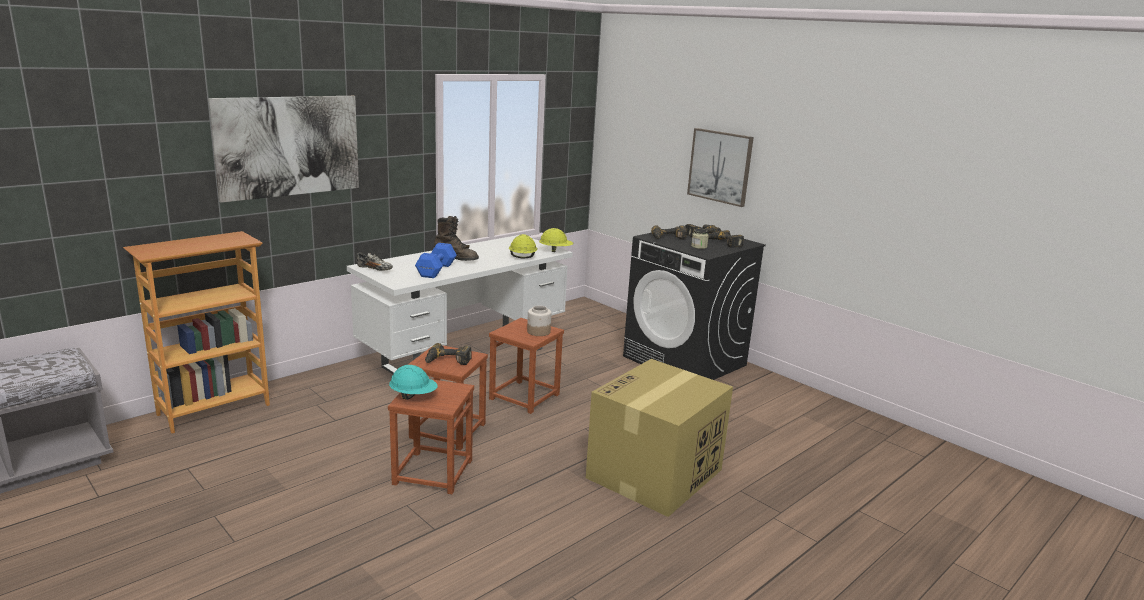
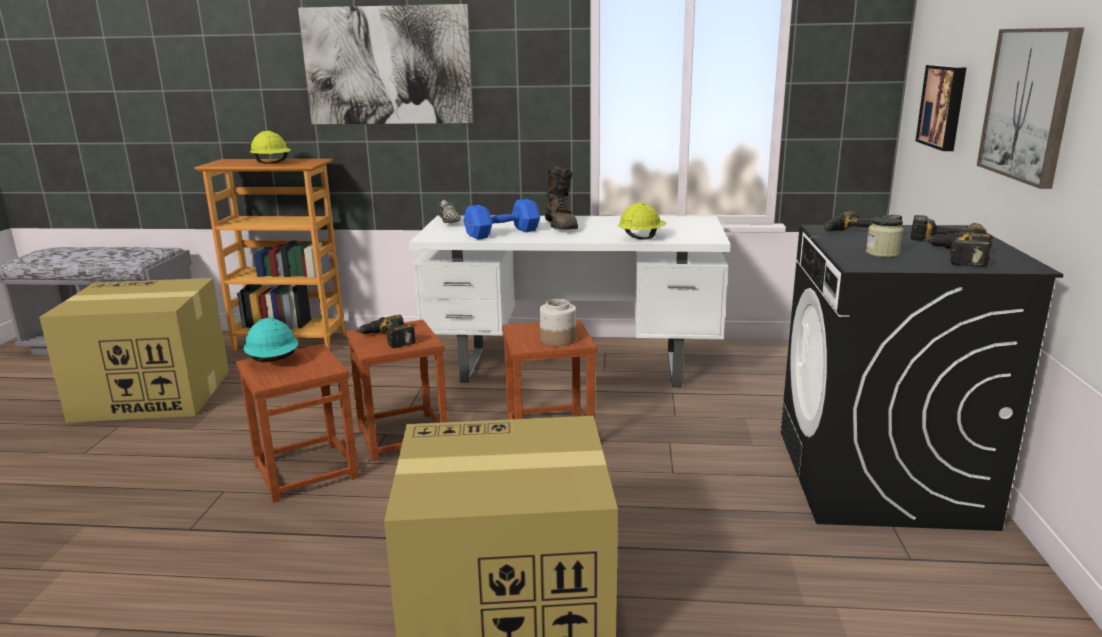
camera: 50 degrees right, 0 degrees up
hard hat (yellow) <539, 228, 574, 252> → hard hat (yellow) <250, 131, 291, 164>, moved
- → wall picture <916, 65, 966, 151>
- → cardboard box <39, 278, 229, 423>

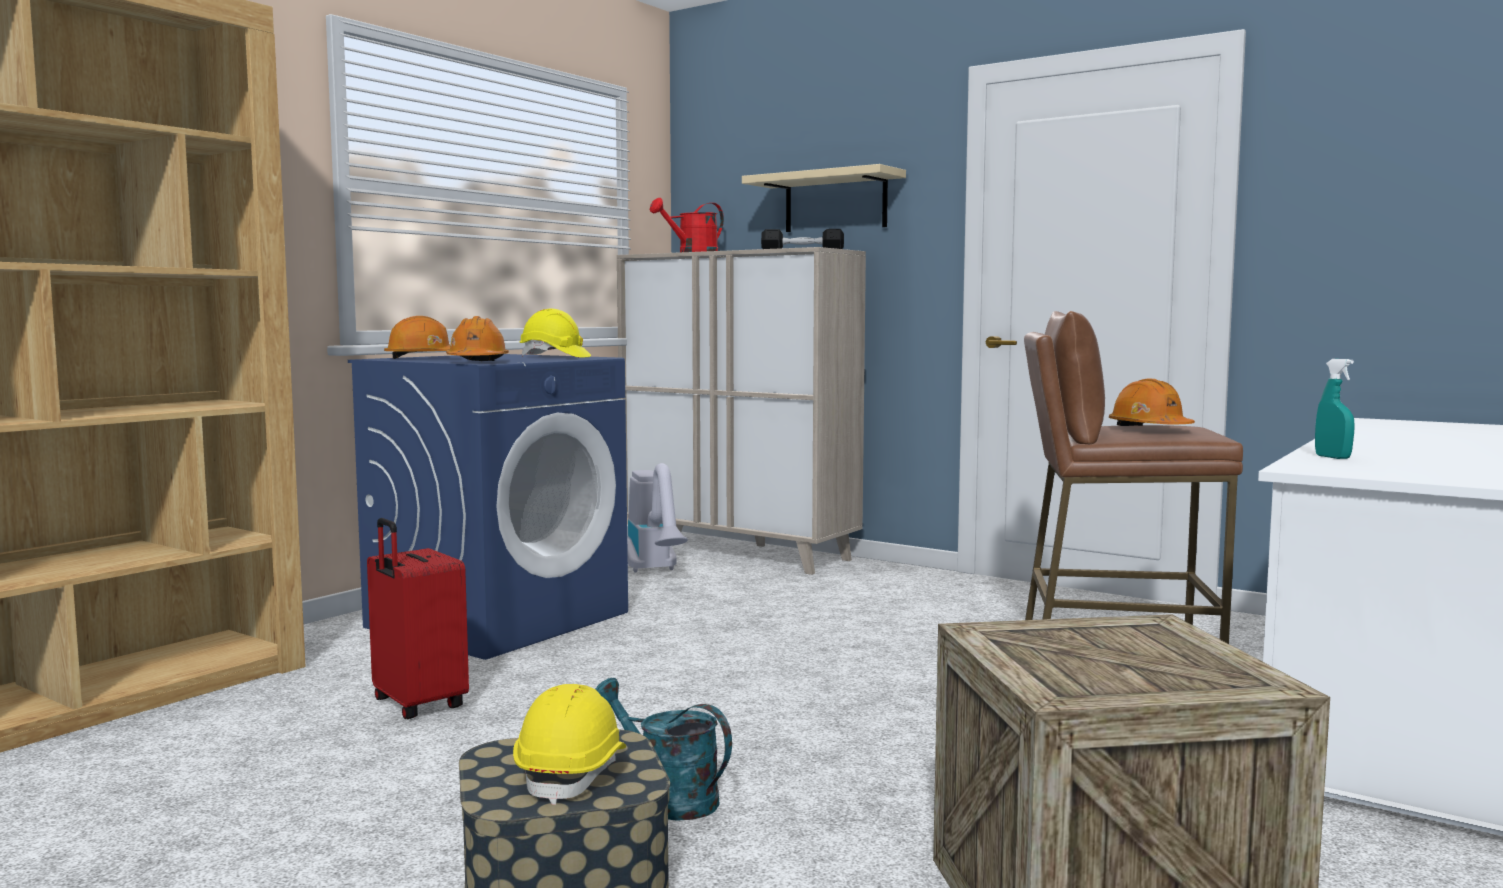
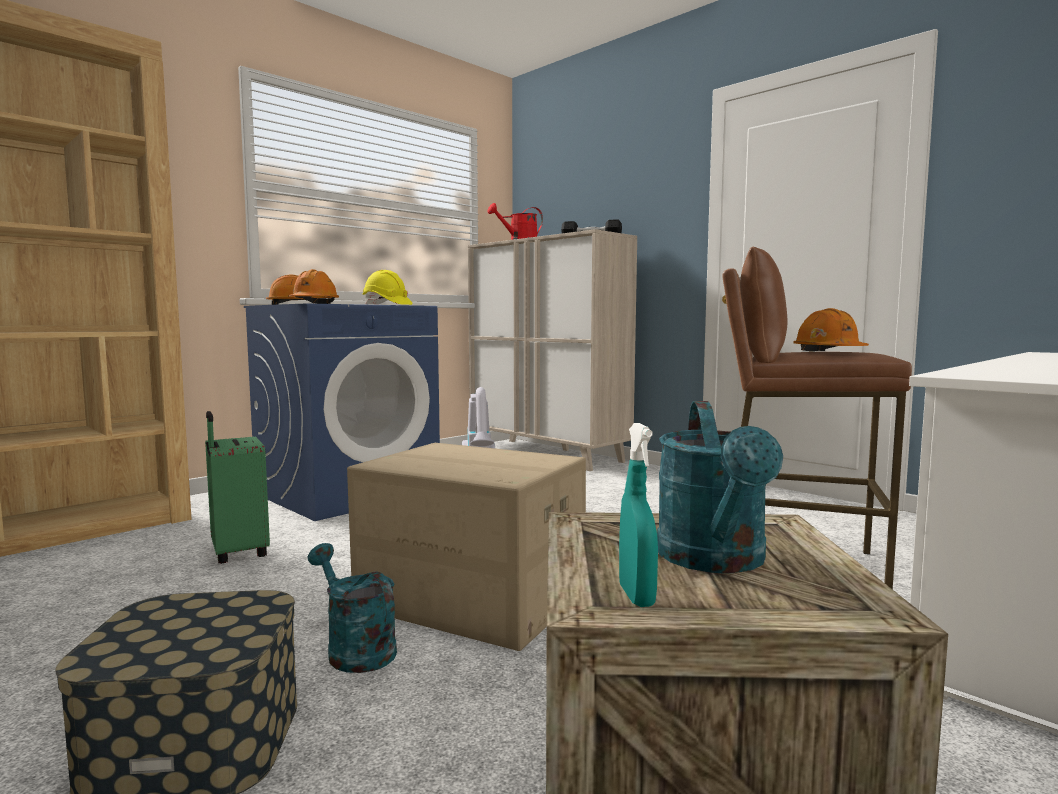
camera: 10 degrees right, 0 degrees up
bracket shelf (sand-coloured) <742, 164, 906, 232> → -
hand sprayer (turquoise) <1315, 359, 1355, 459> → hand sprayer (turquoise) <619, 423, 658, 607>, moved
travel case (red-coloured) <367, 518, 469, 719> → travel case (green-coloured) <205, 411, 270, 564>
hard hat (yellow) <513, 684, 626, 805> → -
- → watering can (turquoise) <657, 401, 783, 573>
- → cardboard box <347, 443, 586, 651>

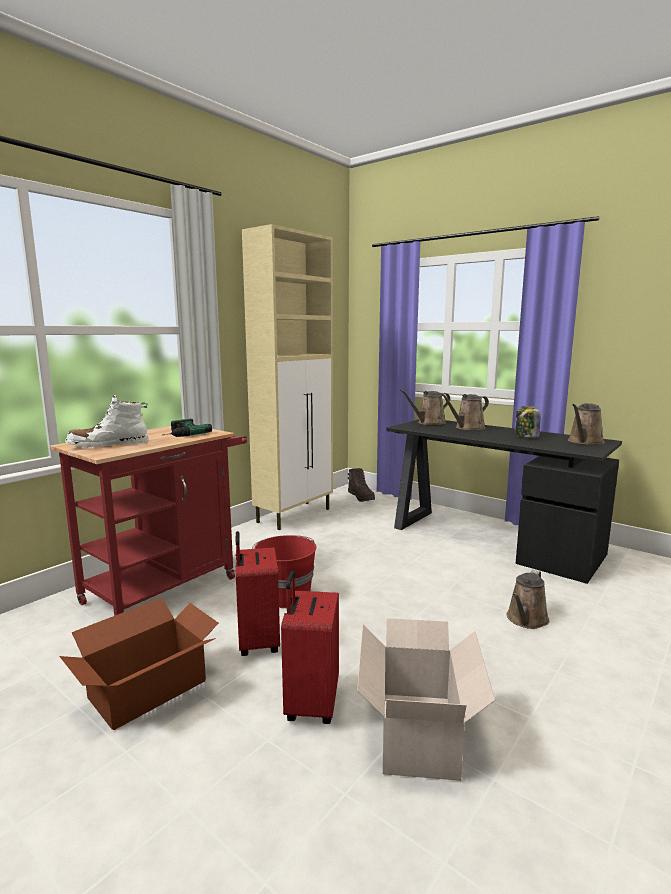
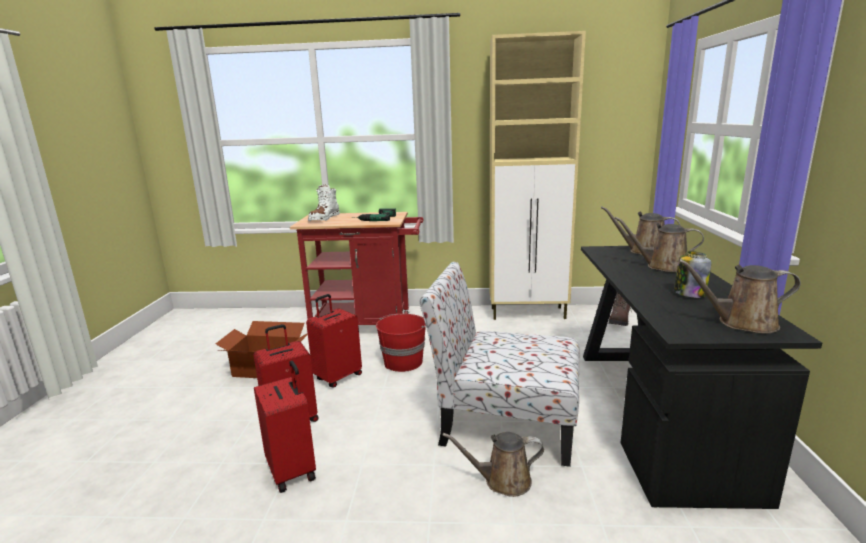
camera: 55 degrees right, 5 degrees up
boot (whitish) <65, 394, 149, 448> → boot (whitish) <308, 185, 340, 221>, 105 degrees counterclockwise
cardboard box <357, 618, 495, 781> → travel case (red-coloured) <254, 360, 316, 493>
- → upright chair <420, 262, 580, 467>

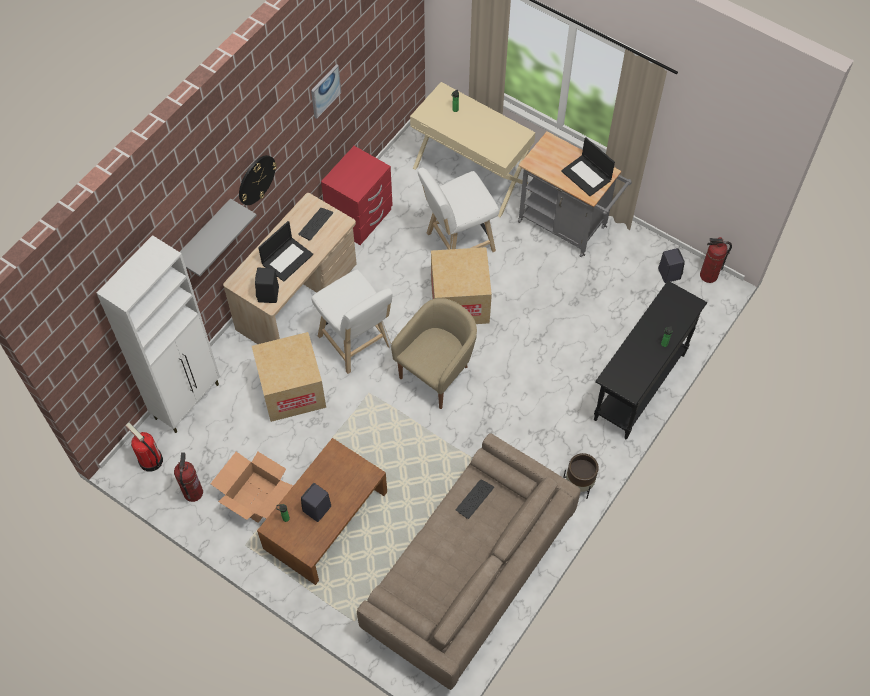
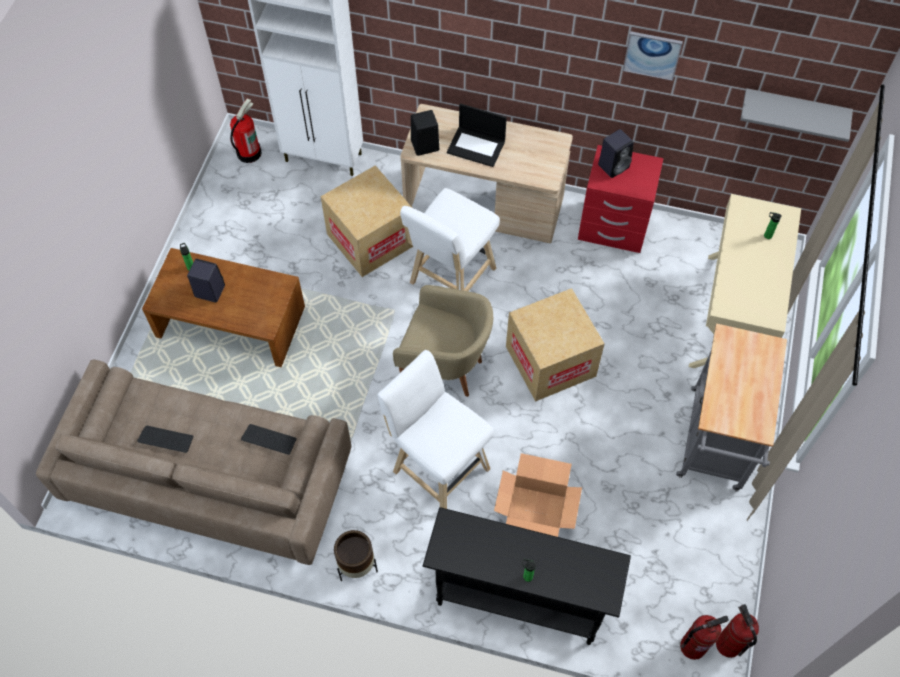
camera: 70 degrees right, 0 degrees up
notebook computer <561, 137, 615, 196> → -
hanging clock <239, 155, 277, 205> → -
sitting stool (whitish) <418, 168, 499, 252> → sitting stool (whitish) <377, 350, 494, 509>, moved
bracket shelf (greyish) <180, 198, 257, 277> → bracket shelf (greyish) <740, 88, 853, 142>, moved
keyboard <298, 208, 333, 241> → keyboard <137, 426, 194, 453>, moved
audio speaker (black-coloured) <658, 248, 685, 283> → audio speaker (black-coloured) <598, 129, 634, 178>, moved
fire extinguisher <174, 452, 203, 502> → fire extinguisher <680, 615, 729, 660>, moved
cardboard box <210, 452, 293, 523> → cardboard box <494, 453, 582, 537>, moved

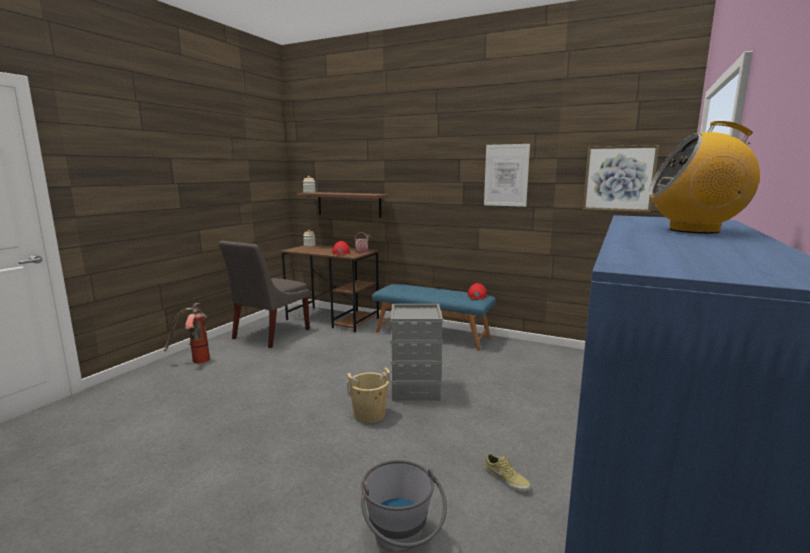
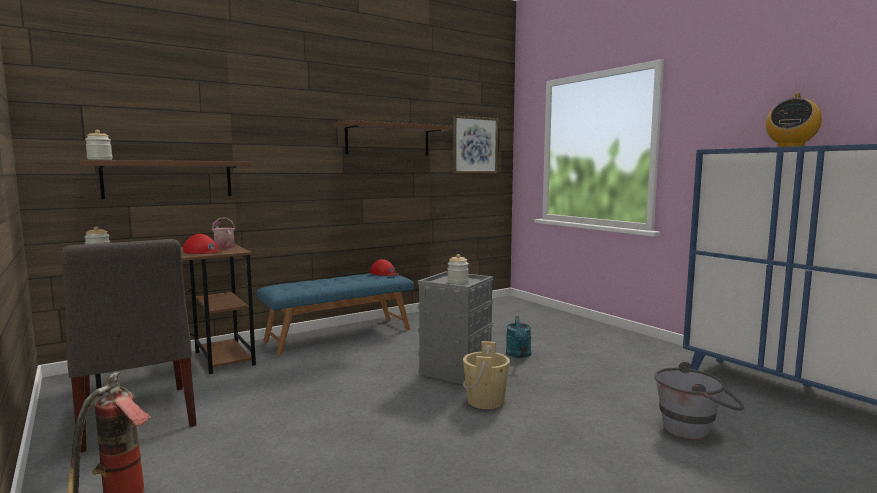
camera: 60 degrees left, 5 degrees down
wall picture <484, 144, 530, 207> → bracket shelf (brown-coloured) <334, 120, 453, 155>
item of footwear (sand-coloured) <484, 453, 531, 492> → -
- → storage jar <448, 254, 469, 284>
- → watering can (turquoise) <506, 316, 531, 358>

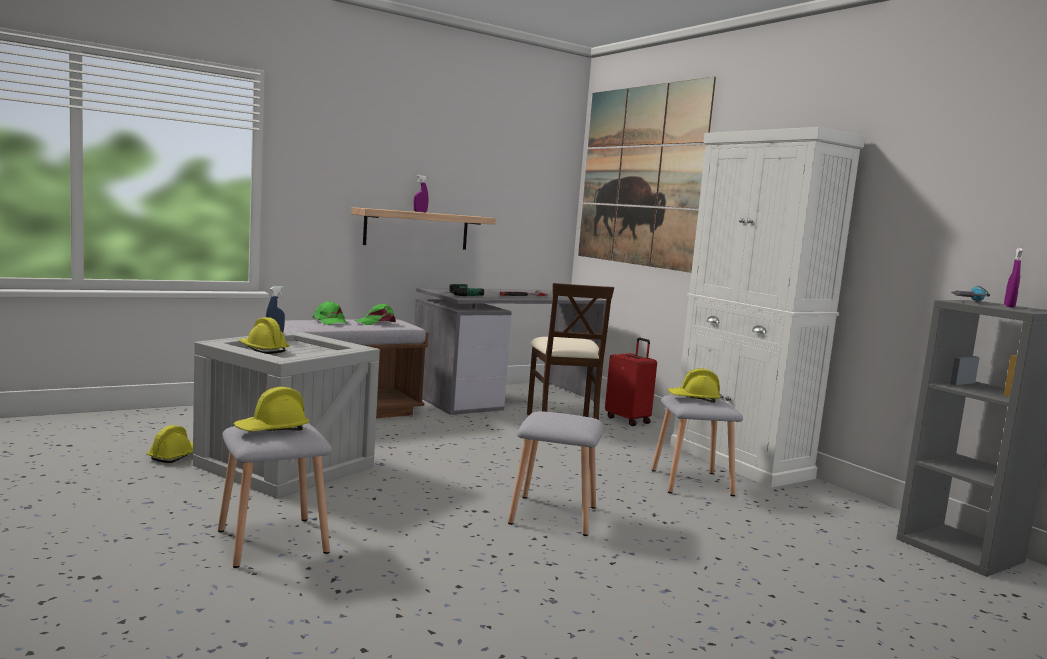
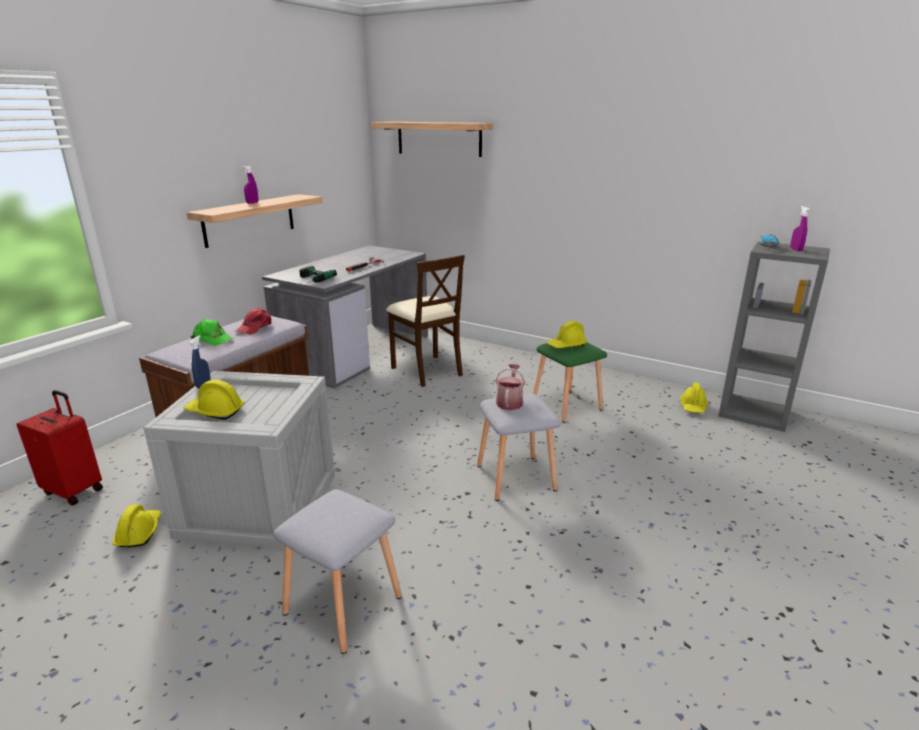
camera: 25 degrees left, 15 degrees up
wall picture <578, 77, 716, 273> → bracket shelf <371, 122, 493, 157>
cupboard (whitish) <670, 127, 865, 488> → -
baseball cap (green-coloured) <355, 304, 396, 325> → baseball cap (red-coloured) <235, 308, 272, 335>
travel case (red-coloured) <605, 338, 657, 426> → travel case (red-coloured) <17, 390, 103, 506>, moved
hard hat (yellow) <234, 387, 309, 431> → hard hat (yellow) <680, 383, 708, 413>, moved
sitting stool (greyish) <651, 395, 743, 496> → sitting stool (green-coloured) <533, 343, 607, 423>
- → watering can <495, 364, 525, 410>

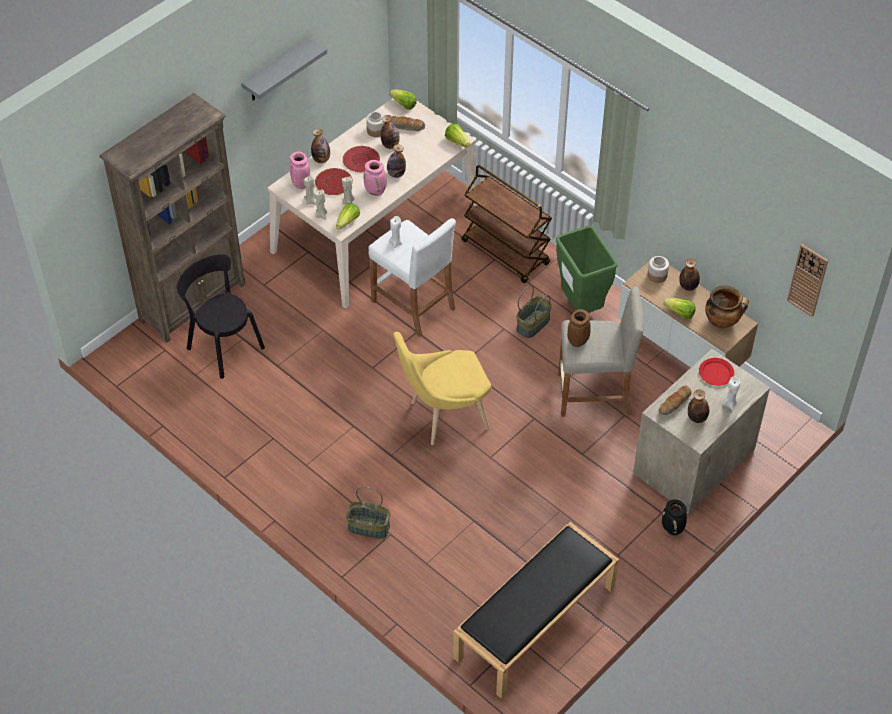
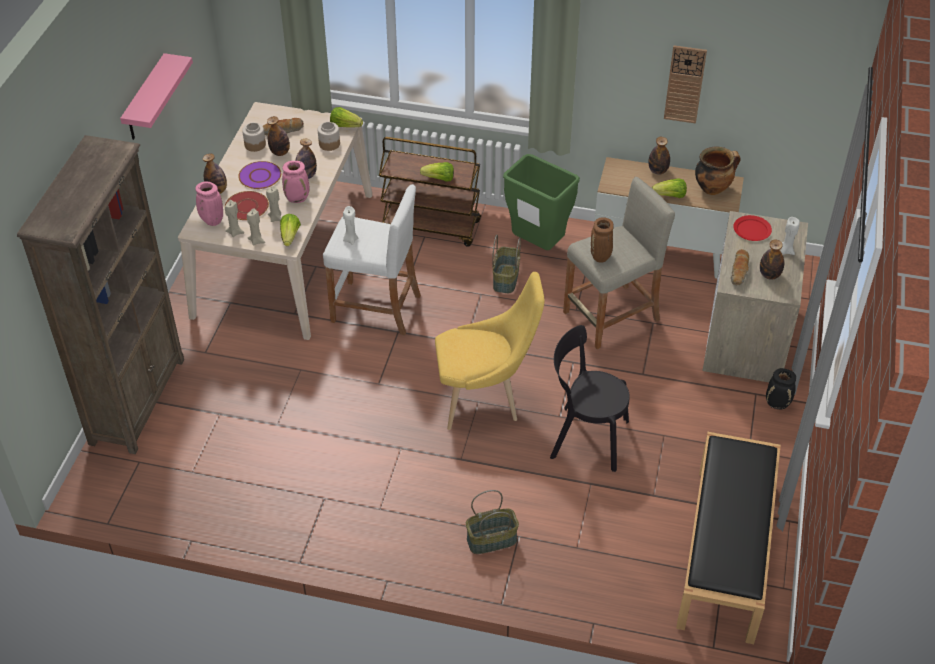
camera: 30 degrees left, 5 degrees down
bracket shelf (greyish) <241, 37, 327, 101> → bracket shelf (pinkish) <120, 53, 193, 140>
lettuce head <389, 90, 417, 110> → lettuce head <420, 162, 454, 182>, moved
dinner plate (red-coloured) <343, 146, 380, 172> → dinner plate (purplish) <238, 161, 281, 189>
hanging clock <787, 244, 828, 317> → hanging clock <664, 45, 707, 124>, moved
upright chair (black-coloured) <176, 254, 265, 379> → upright chair (black-coloured) <550, 325, 630, 472>, moved
storage jar <647, 256, 669, 283> → storage jar <318, 122, 340, 151>, moved
upright chair (yellow) <393, 332, 491, 445> → upright chair (yellow) <435, 272, 544, 430>, 135 degrees counterclockwise

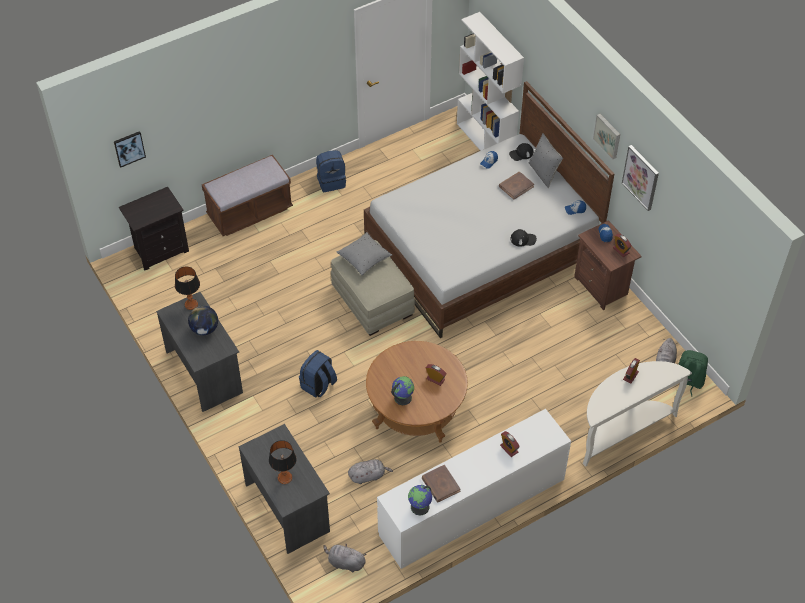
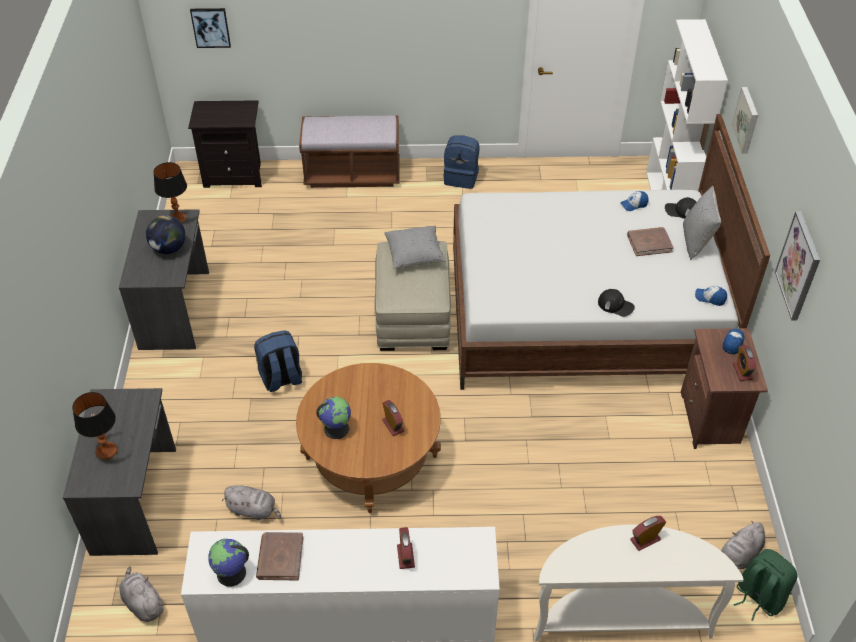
camera: 30 degrees right, 5 degrees down
wall picture <593, 114, 620, 159> → wall picture <732, 87, 758, 154>, moved

